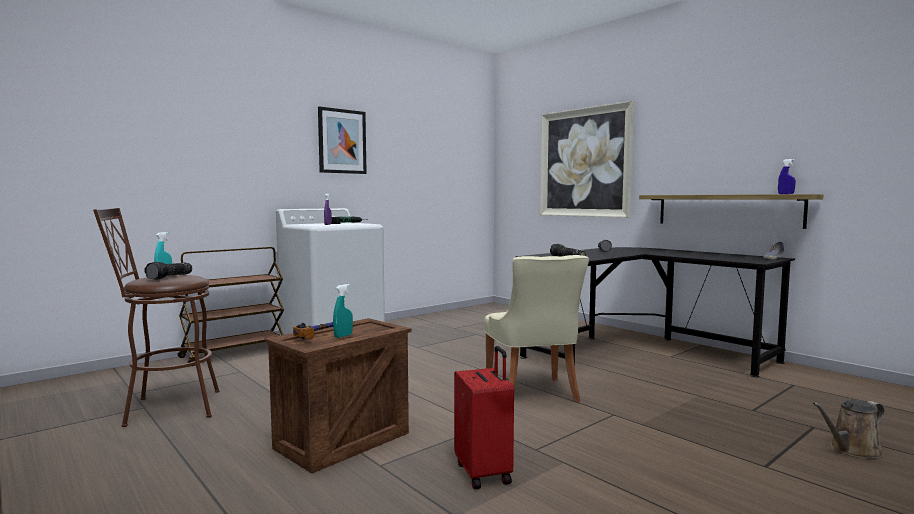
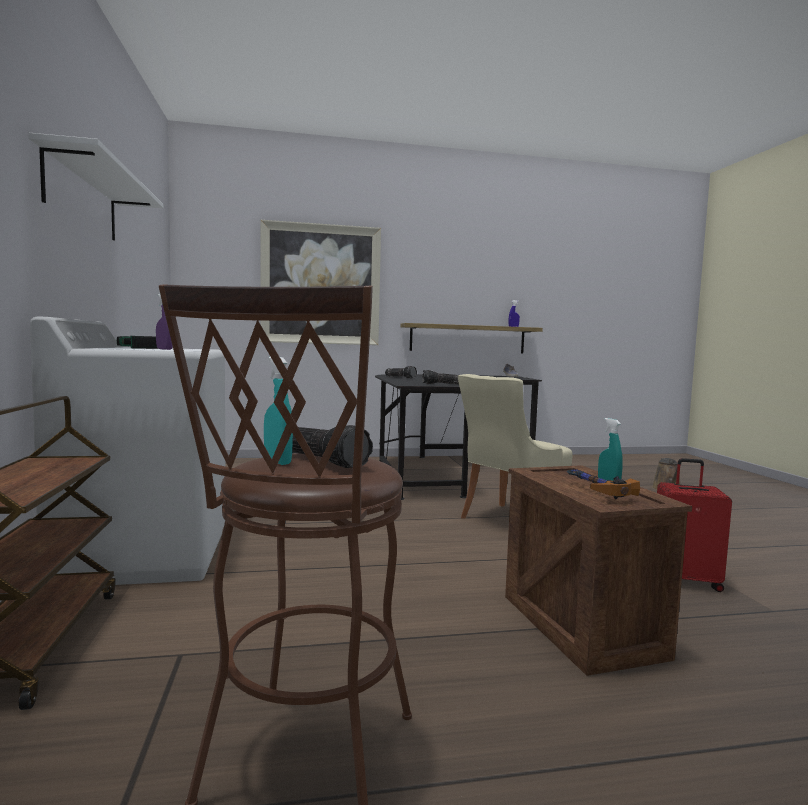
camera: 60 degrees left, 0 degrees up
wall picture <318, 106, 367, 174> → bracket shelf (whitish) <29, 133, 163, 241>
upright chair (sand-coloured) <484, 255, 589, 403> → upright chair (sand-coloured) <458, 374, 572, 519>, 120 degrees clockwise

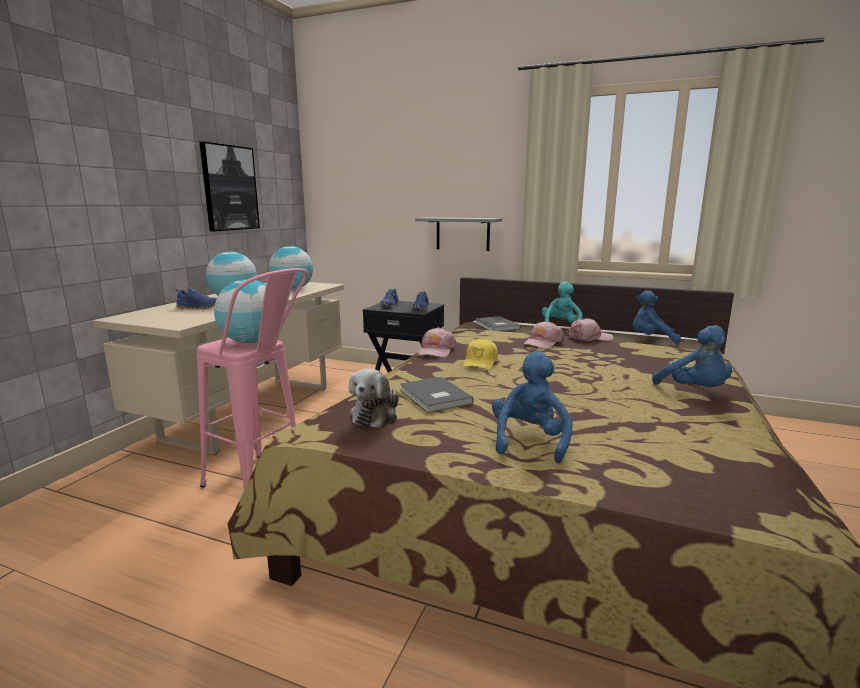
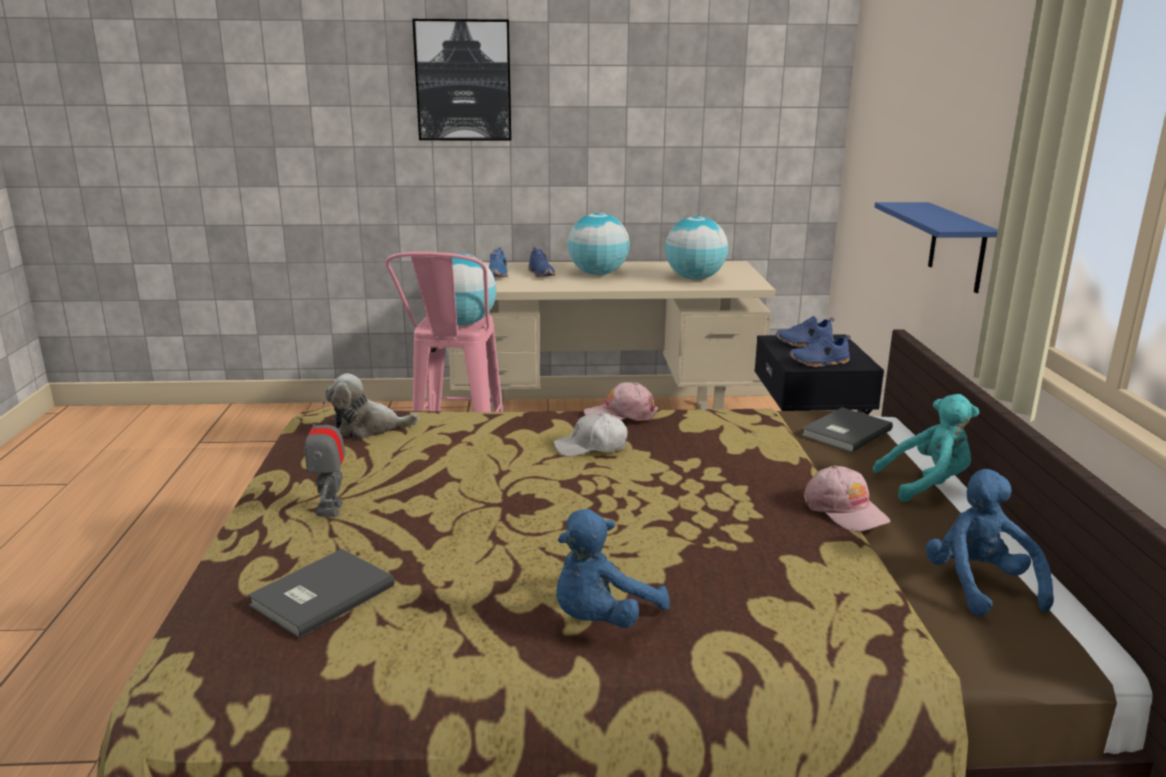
camera: 65 degrees right, 5 degrees up
wall picture <199, 142, 260, 231> → wall picture <412, 19, 511, 140>, moved
bracket shelf (greyish) <415, 217, 502, 251> → bracket shelf (blue) <874, 202, 998, 293>
baseball cap (pinkish) <523, 321, 564, 349> → -
baseball cap (yellow) <463, 338, 498, 370> → baseball cap (whitish) <554, 412, 628, 457>
plush toy (blue) <492, 351, 573, 463> → robot figure <304, 402, 346, 517>
bound book (greyish) <400, 377, 474, 413> → bound book (greyish) <248, 549, 395, 638>, moved
- → item of footwear (blue) <489, 247, 508, 277>

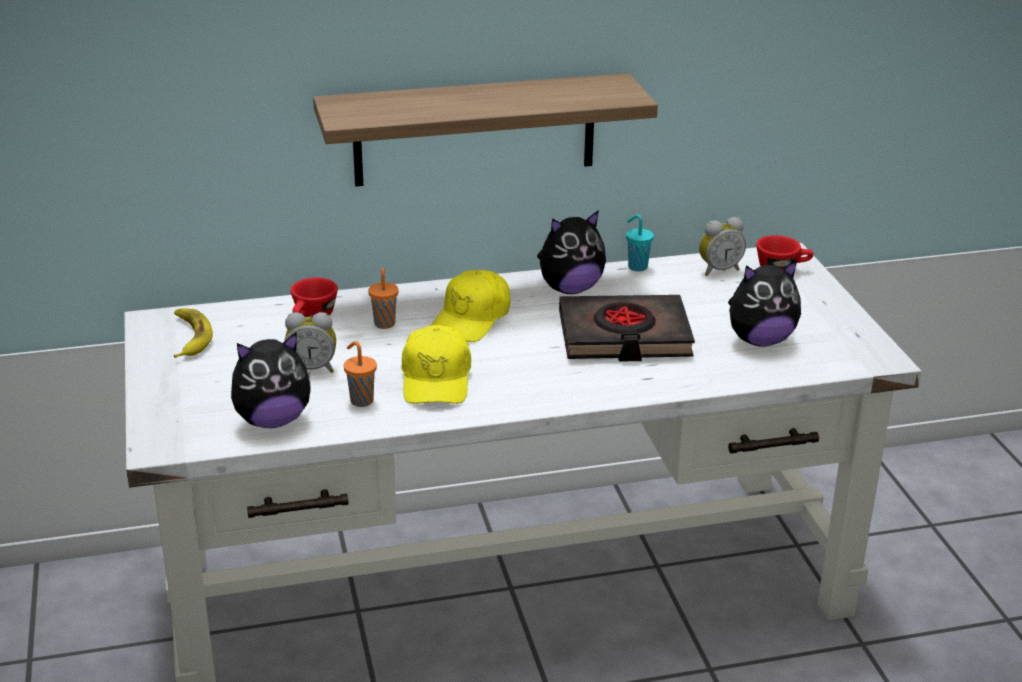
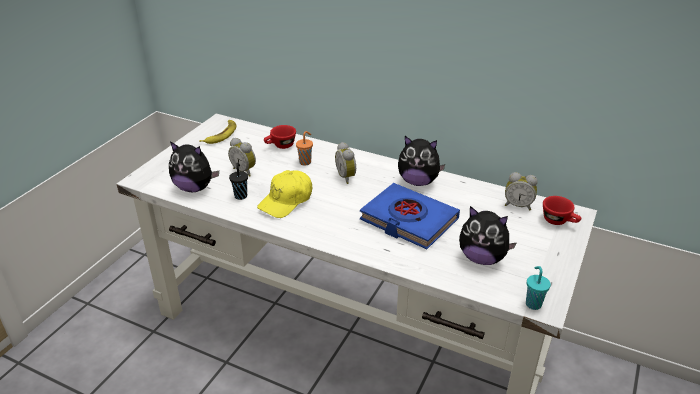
camera: 40 degrees right, 5 degrees up
bracket shelf <313, 73, 658, 187> → -
drinking cup (turquoise) <626, 214, 654, 271> → drinking cup (turquoise) <526, 266, 551, 310>, moved
baseball cap (yellow) <431, 270, 511, 342> → bedside clock <335, 142, 356, 184>
bound book (black-coloured) <559, 295, 695, 362> → bound book (blue) <360, 183, 460, 249>
drinking cup (orange) <344, 341, 377, 407> → drinking cup (black-coloured) <229, 163, 248, 200>

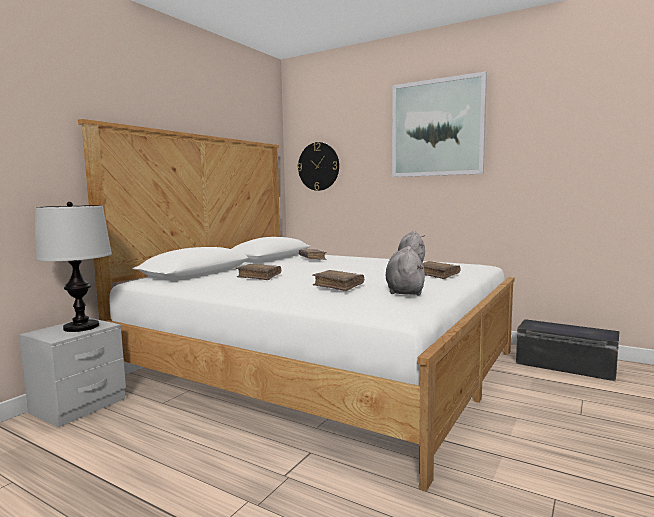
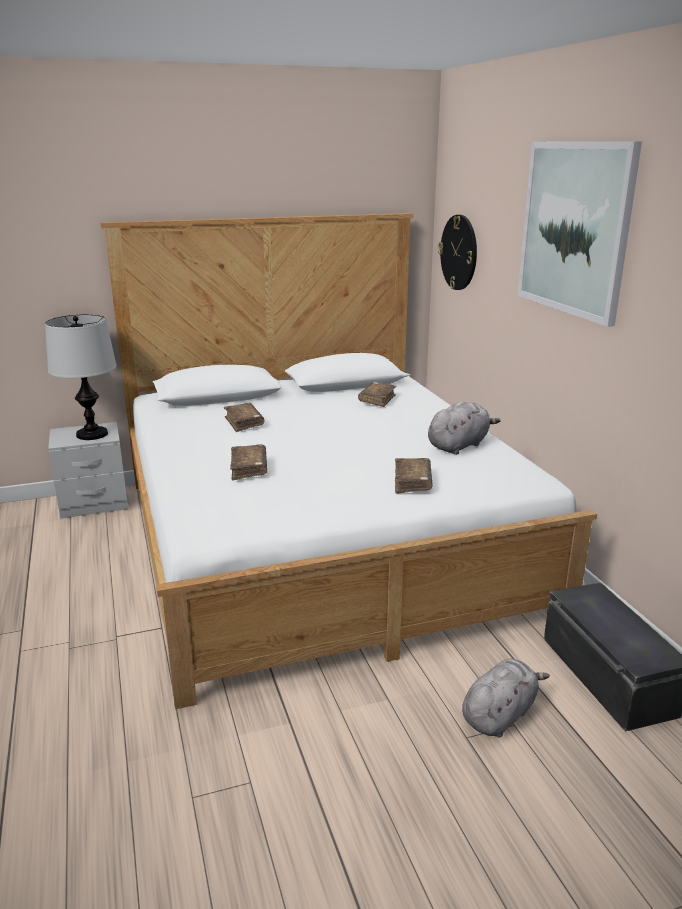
camera: 40 degrees right, 15 degrees up
plush toy (greyish) <386, 246, 425, 295> → plush toy (greyish) <462, 659, 550, 737>, moved

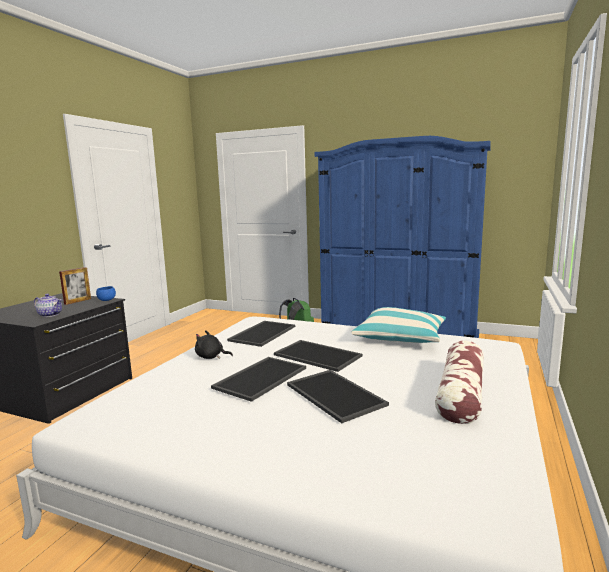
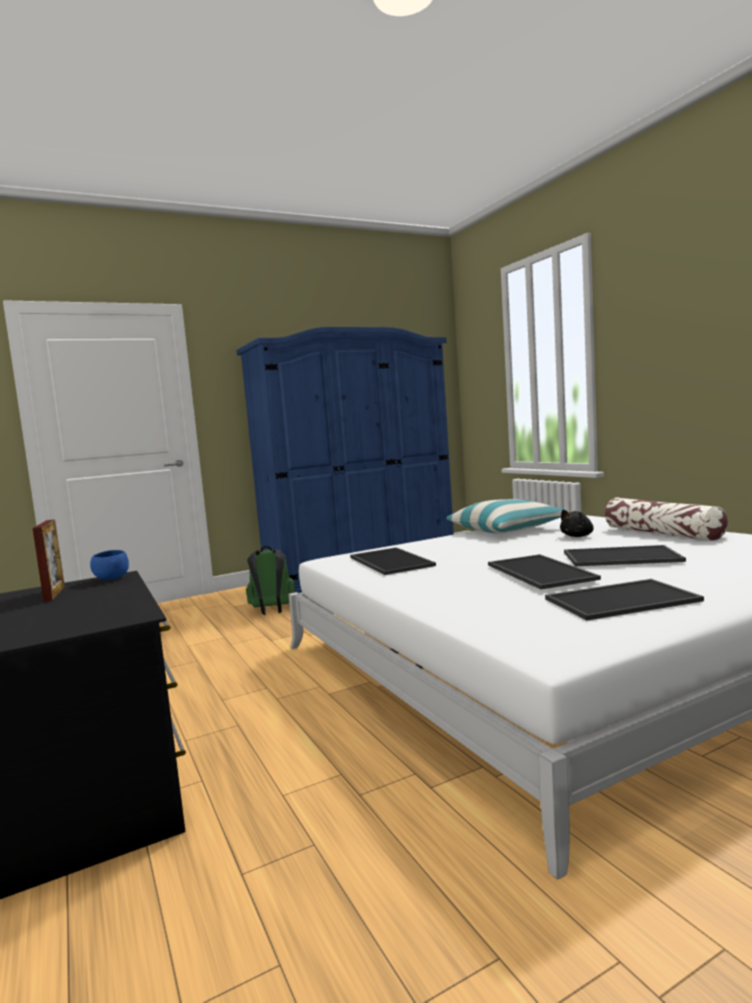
camera: 50 degrees left, 5 degrees down
tea pot <34, 294, 62, 317> → -
plush toy (black-coloured) <195, 330, 233, 359> → plush toy (black-coloured) <560, 510, 594, 537>, moved
carrying tray <274, 340, 362, 372> → carrying tray <545, 579, 704, 620>, moved

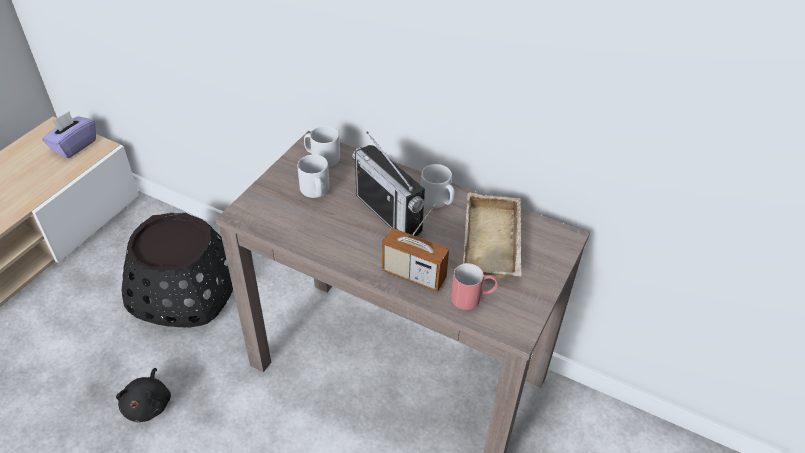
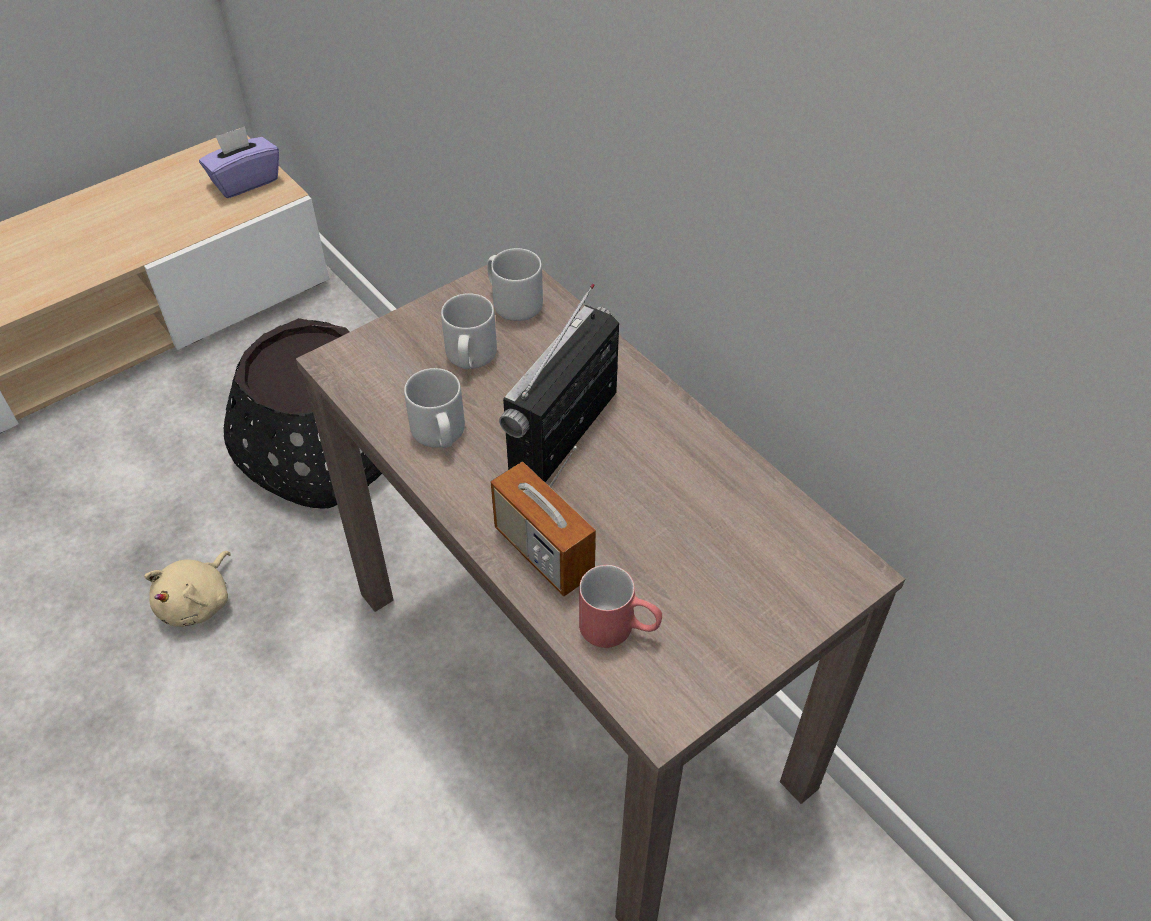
camera: 25 degrees right, 5 degrees up
radio <352, 131, 425, 236> → radio <499, 283, 619, 482>, 45 degrees clockwise
coffee mug (greyish) <421, 164, 455, 208> → coffee mug (greyish) <404, 368, 465, 448>, moved
carrying tray (sand-coloured) <463, 193, 522, 278> → -
plush toy (black-coloured) <116, 368, 171, 422> → plush toy (sand-coloured) <144, 551, 231, 627>

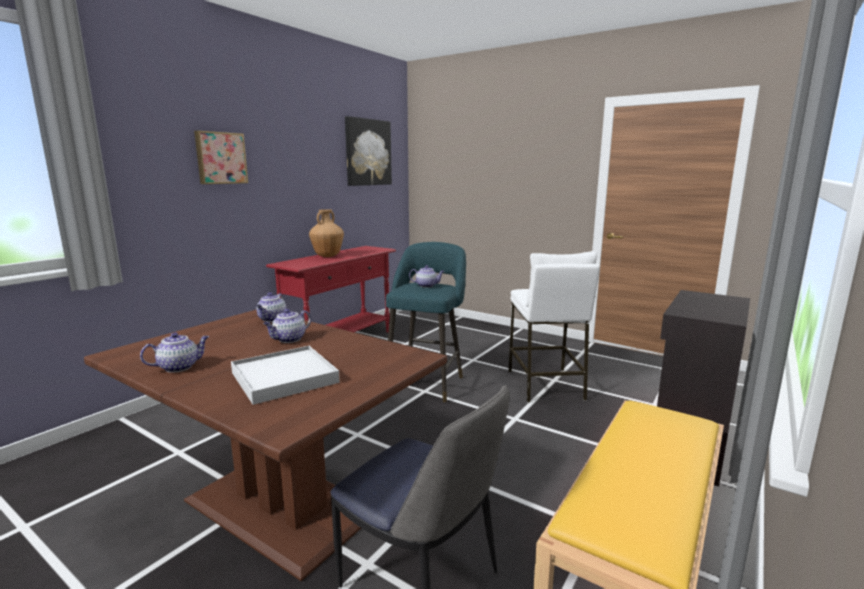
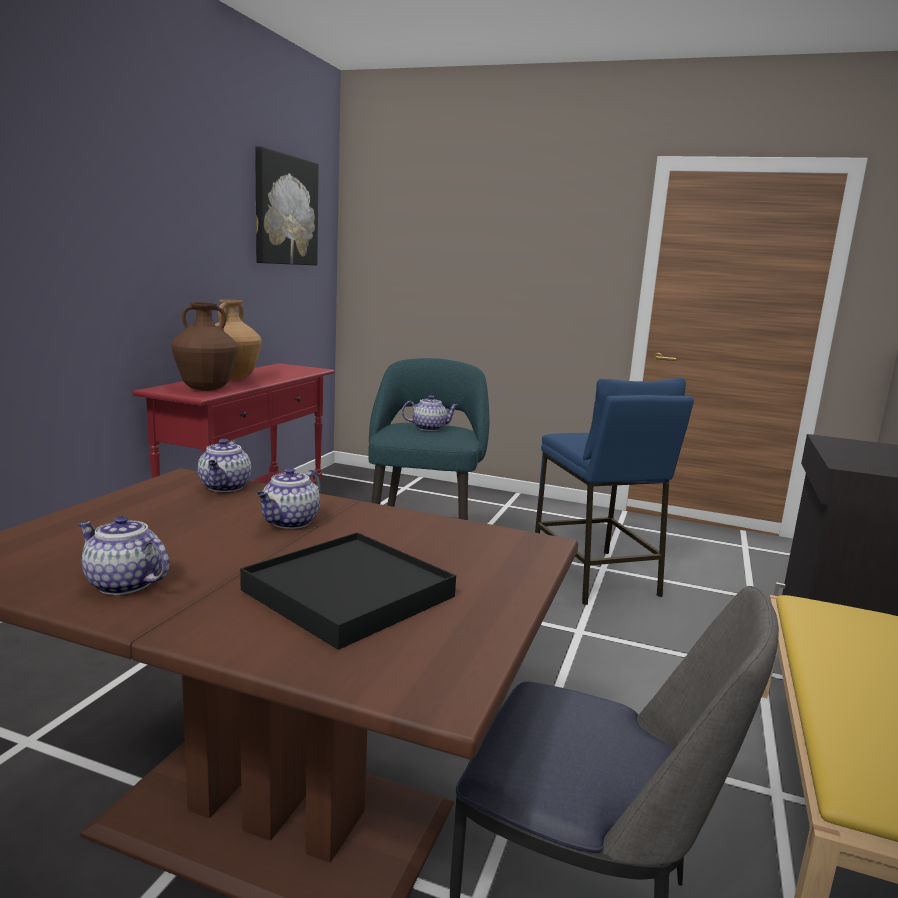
camera: 15 degrees left, 0 degrees up
wall picture <194, 131, 248, 184> → -
sitting stool (whitish) <509, 251, 600, 403> → sitting stool (blue) <535, 378, 694, 605>
tea pot <140, 332, 209, 373> → tea pot <78, 515, 170, 595>, 105 degrees counterclockwise
carrying tray (whitish) <231, 346, 340, 405> → carrying tray (black-coloured) <240, 532, 456, 650>
- → vase (brown-coloured) <171, 302, 238, 391>

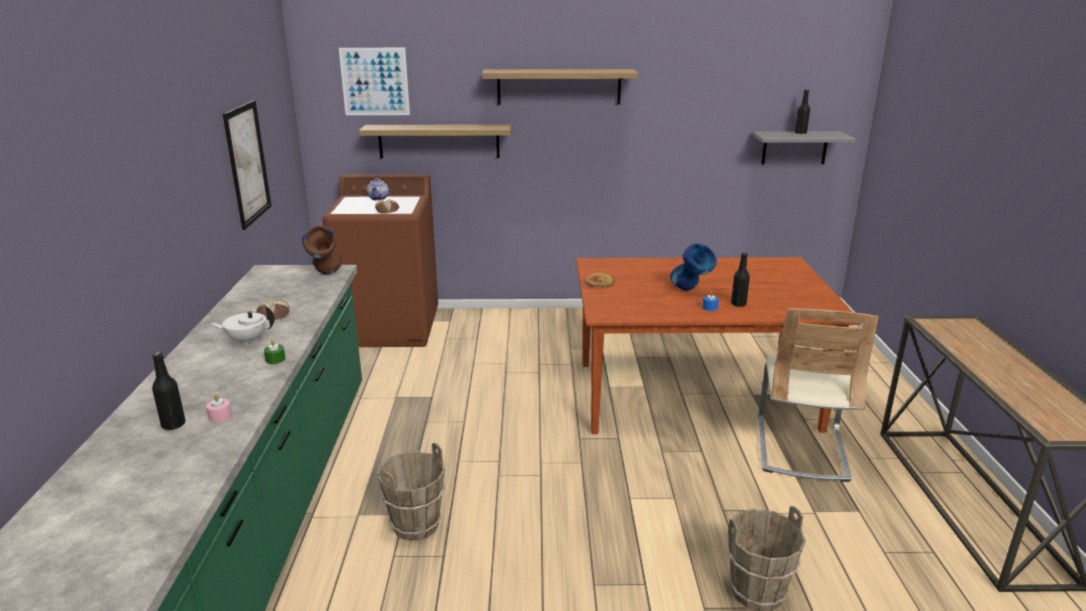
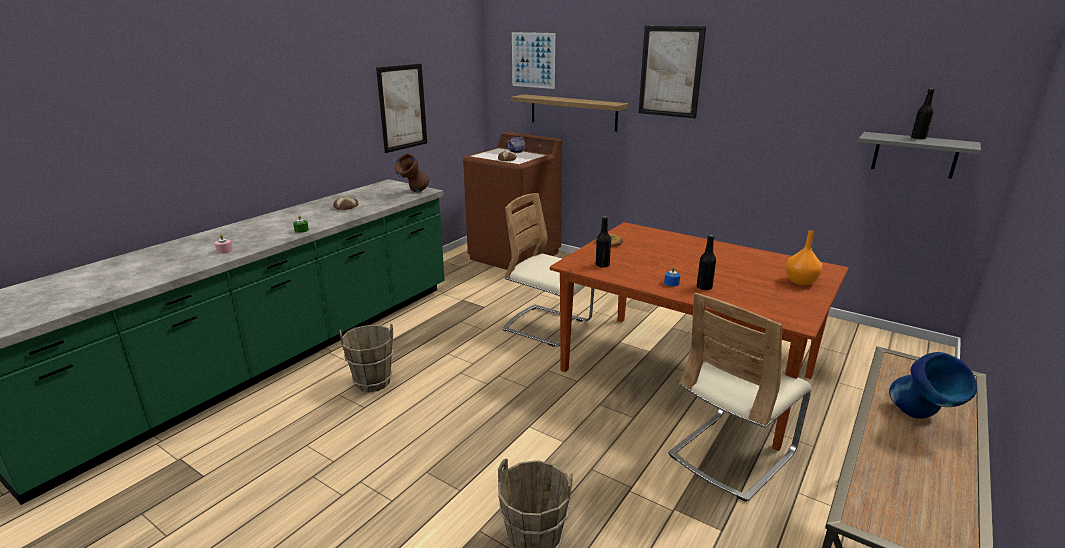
camera: 35 degrees right, 0 degrees up
bracket shelf <482, 69, 638, 105> → wall picture <639, 26, 706, 118>
vase (blue) <670, 243, 717, 290> → vase (blue) <889, 352, 977, 419>, moved
tea pot (whitish) <210, 306, 275, 345> → -
beverage bottle (black-coloured) <152, 352, 186, 430> → beverage bottle (black-coloured) <596, 216, 611, 268>, moved
- → upright chair (sand-coloured) <502, 193, 594, 347>
- → vase (orange) <786, 231, 822, 285>

